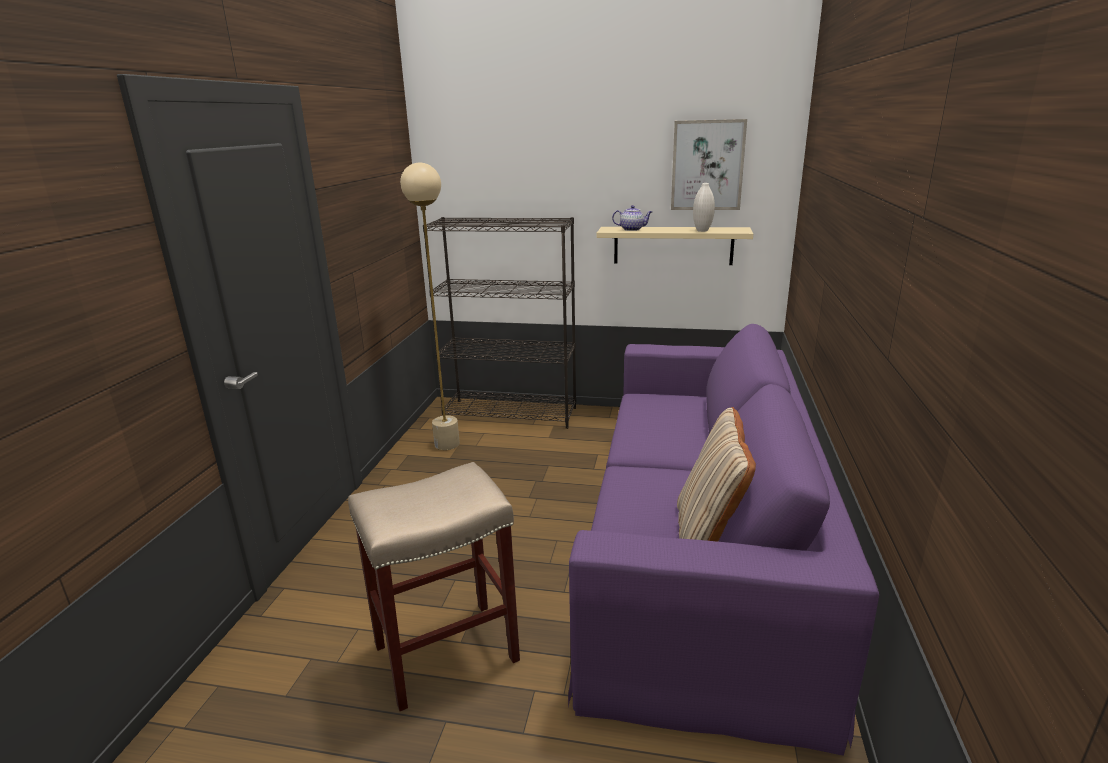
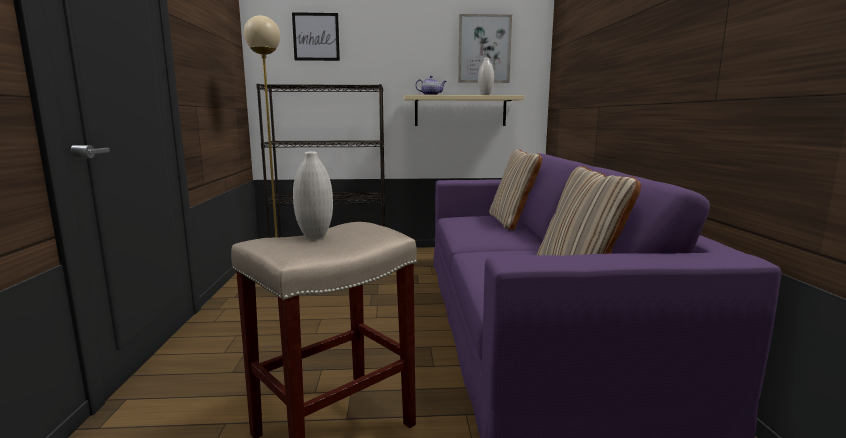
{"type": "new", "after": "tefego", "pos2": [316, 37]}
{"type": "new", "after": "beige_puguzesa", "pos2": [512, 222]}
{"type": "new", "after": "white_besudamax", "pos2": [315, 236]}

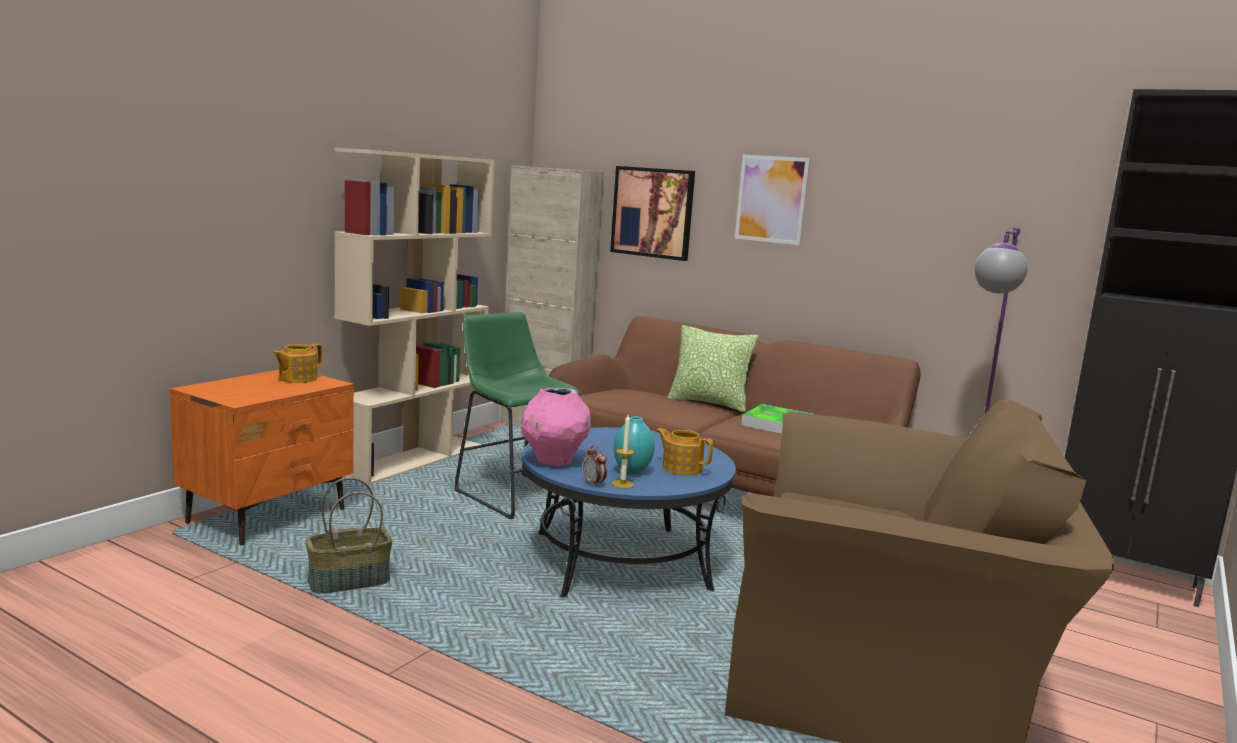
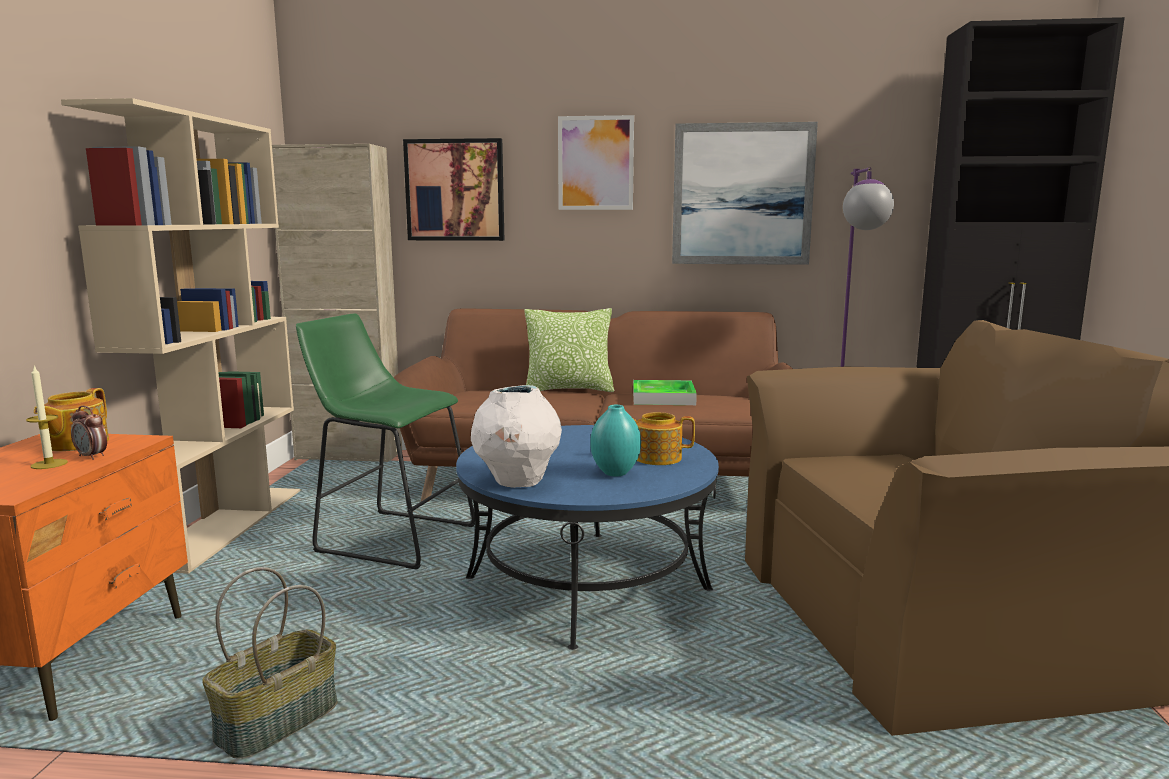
{"type": "repainted", "before": "pink_besudamax", "after": "white_besudamax", "pos1": [553, 462], "pos2": [517, 482]}
{"type": "shifted", "before": "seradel", "pos1": [622, 484], "pos2": [49, 464]}
{"type": "shifted", "before": "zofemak", "pos1": [594, 483], "pos2": [92, 456]}
{"type": "new", "after": "tefego", "pos2": [742, 194]}

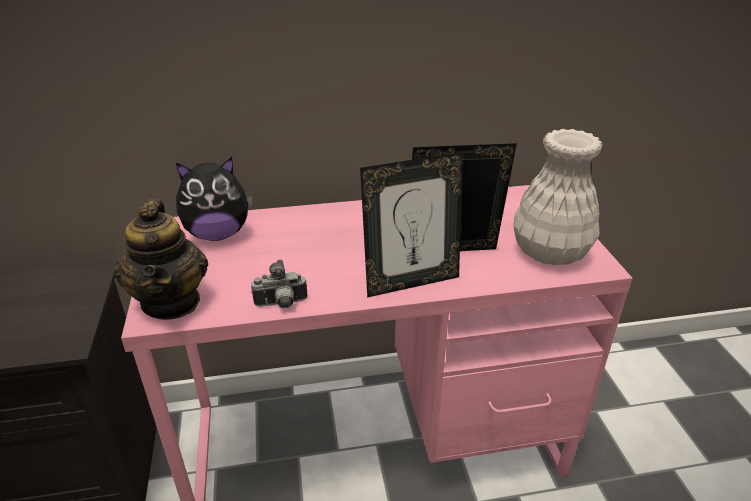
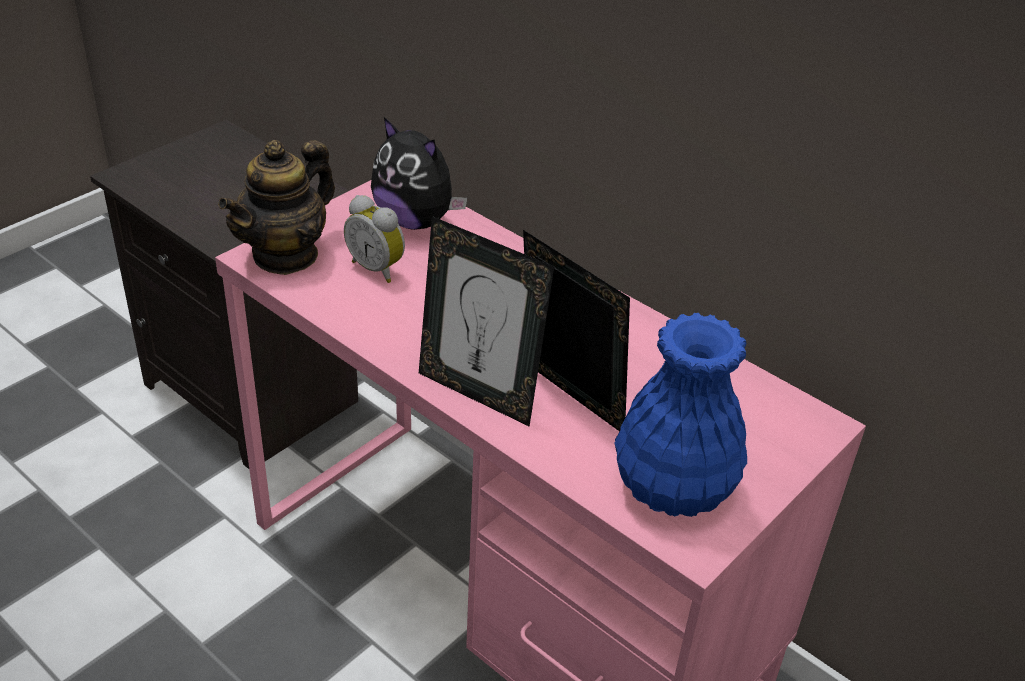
{"type": "repainted", "before": "white_besudamax", "after": "blue_besudamax", "pos1": [550, 252], "pos2": [675, 487]}
{"type": "gone", "before": "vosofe", "pos1": [281, 304]}
{"type": "new", "after": "zofemak", "pos2": [378, 268]}

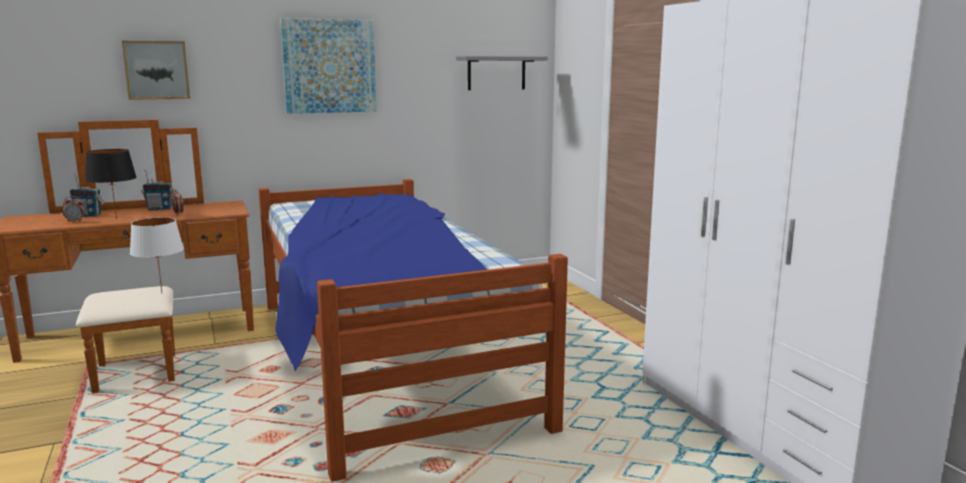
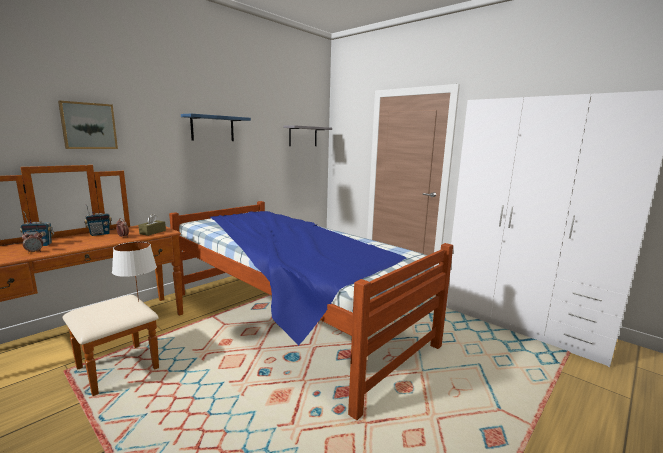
{"type": "swapped", "before": "tefego", "after": "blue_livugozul", "pos1": [329, 66], "pos2": [212, 128]}
{"type": "gone", "before": "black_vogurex", "pos1": [115, 219]}
{"type": "new", "after": "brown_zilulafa", "pos2": [152, 232]}

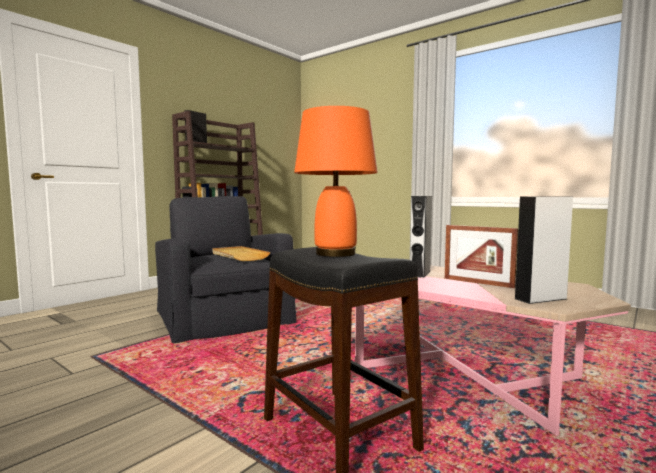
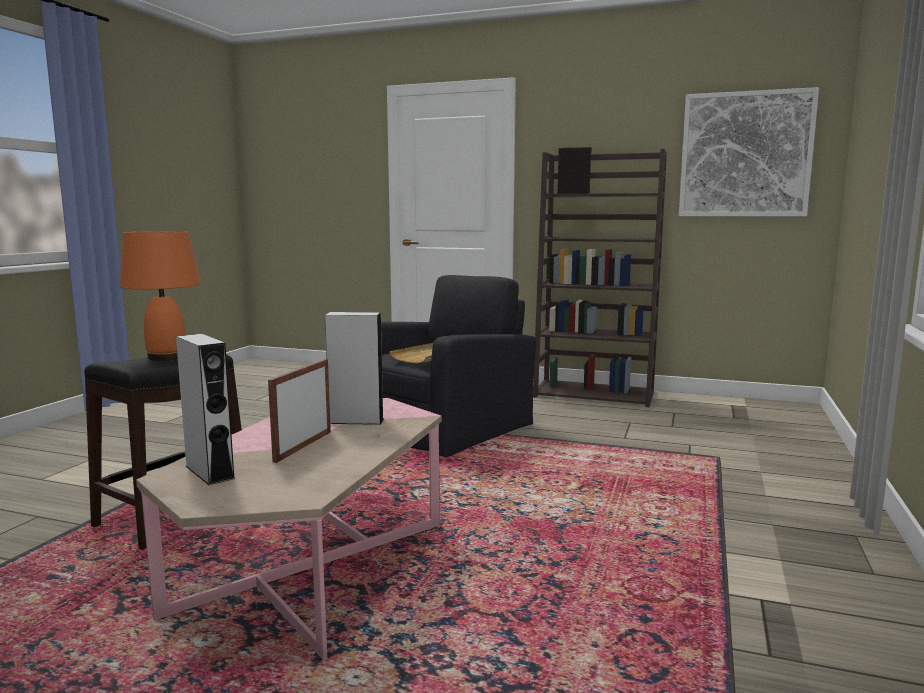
{"type": "new", "after": "tefego", "pos2": [745, 155]}

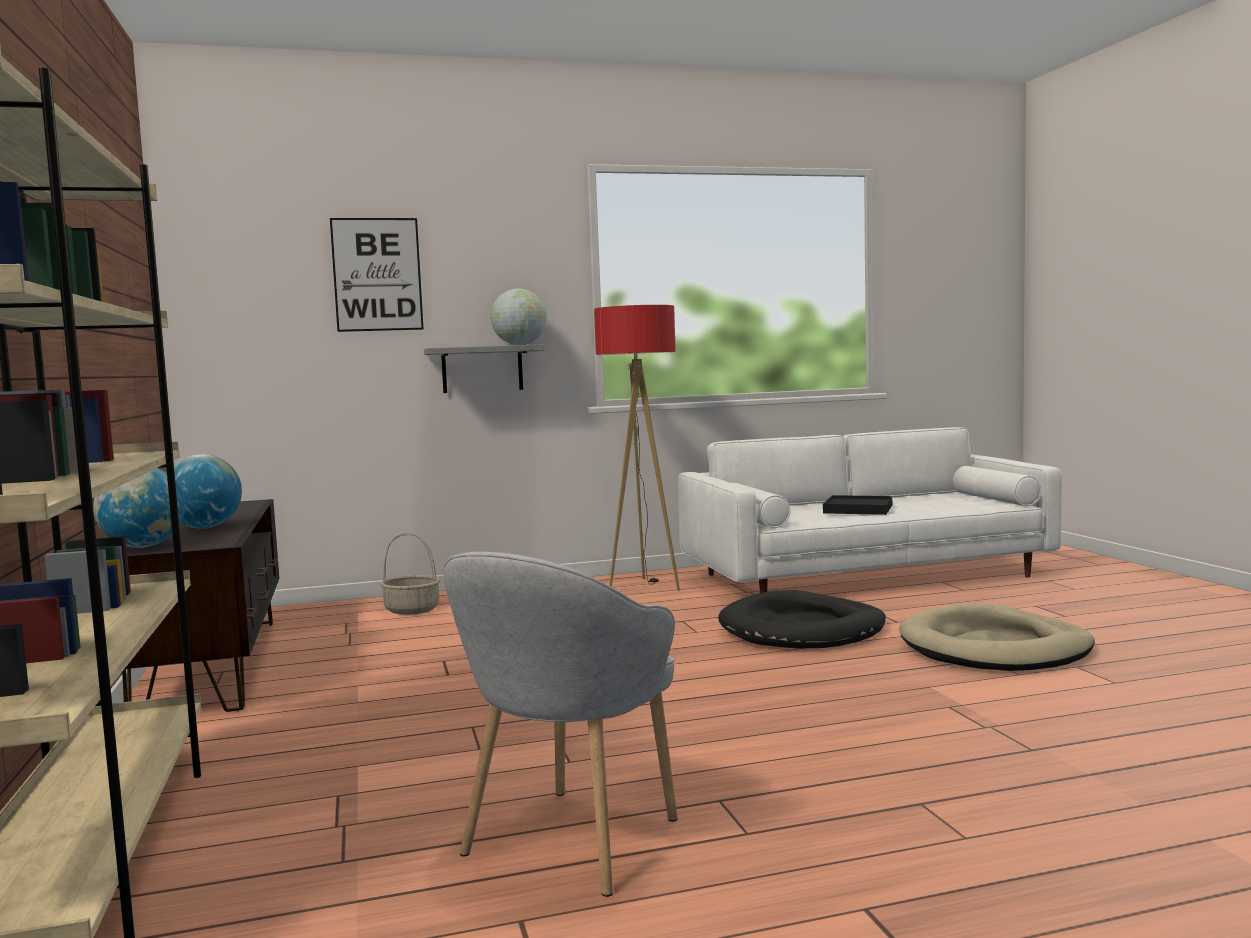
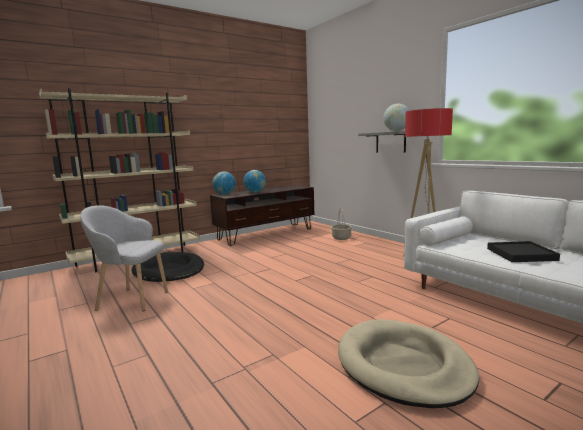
{"type": "gone", "before": "tefego", "pos1": [377, 274]}
{"type": "shifted", "before": "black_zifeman", "pos1": [802, 629], "pos2": [169, 270]}

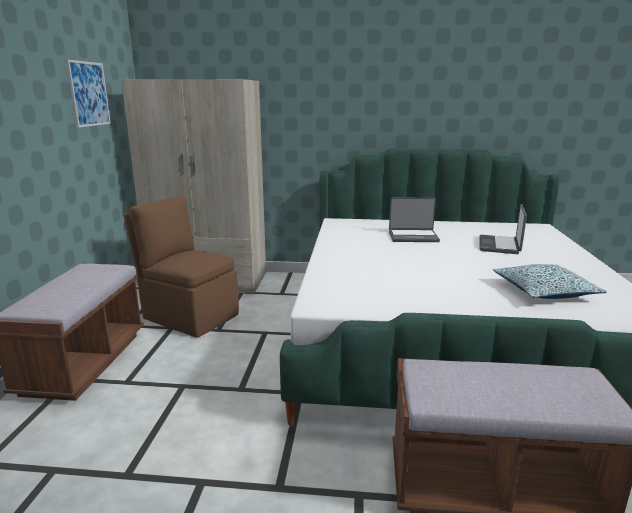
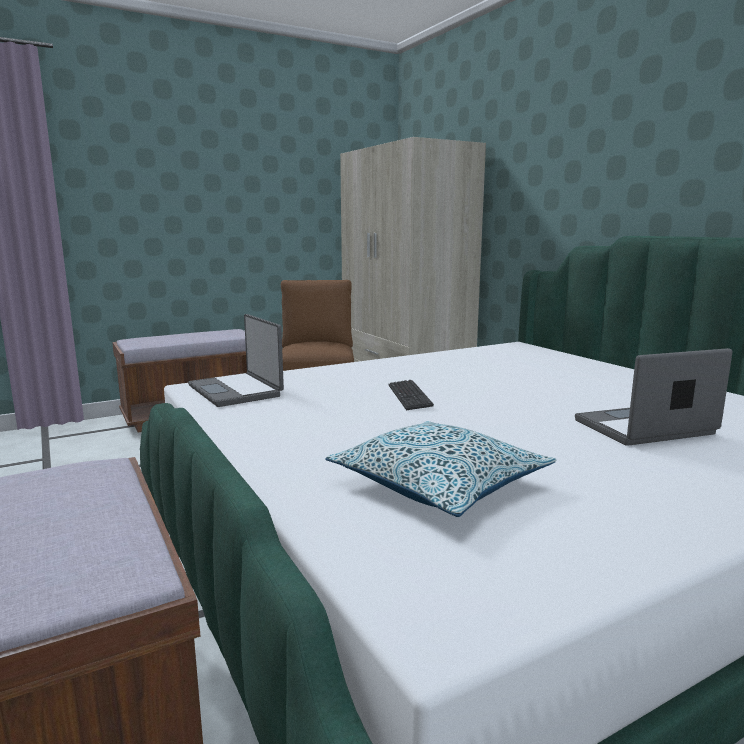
{"type": "gone", "before": "tefego", "pos1": [89, 94]}
{"type": "shifted", "before": "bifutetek", "pos1": [413, 236], "pos2": [237, 391]}
{"type": "new", "after": "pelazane", "pos2": [409, 396]}

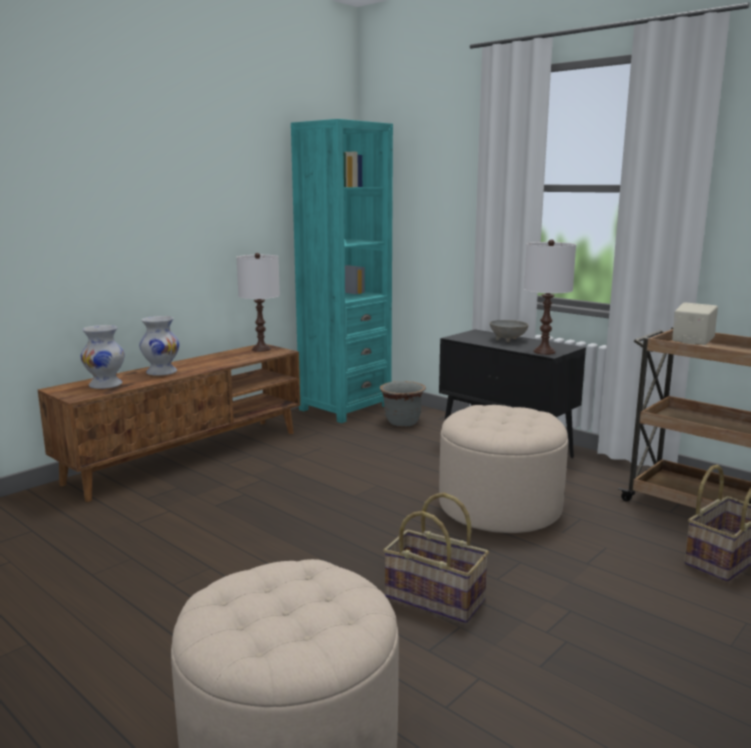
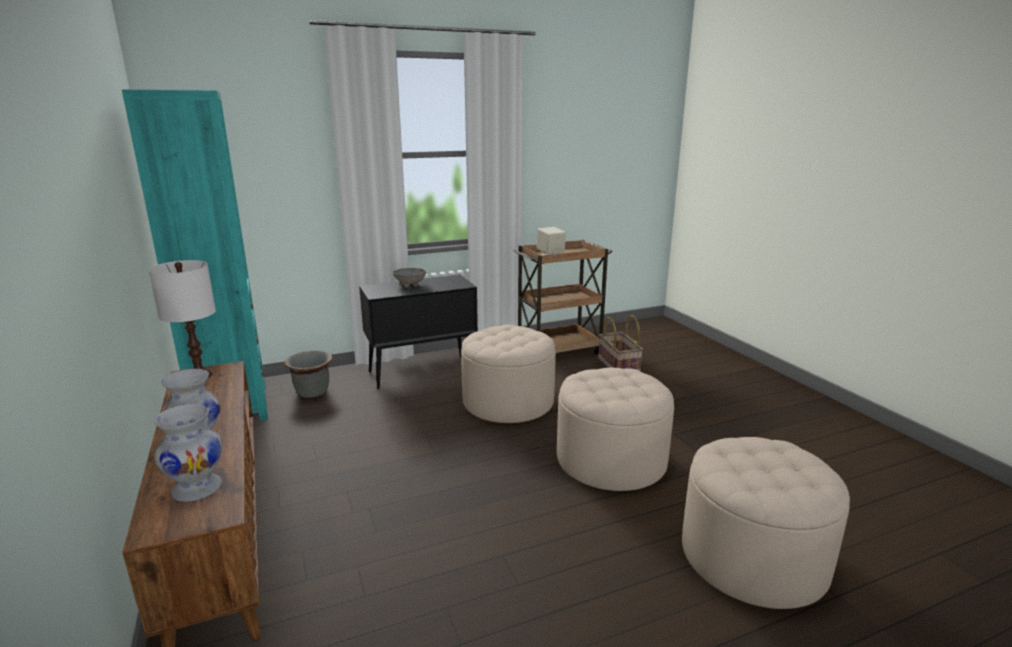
{"type": "gone", "before": "white_vogurex", "pos1": [544, 352]}
{"type": "swapped", "before": "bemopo", "after": "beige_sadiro", "pos1": [436, 598], "pos2": [611, 460]}

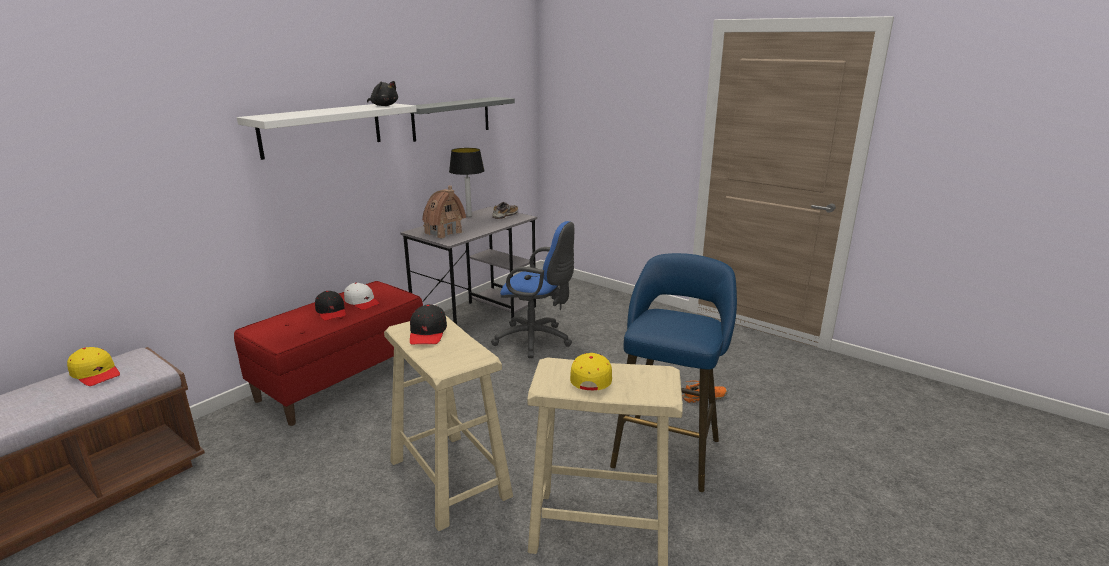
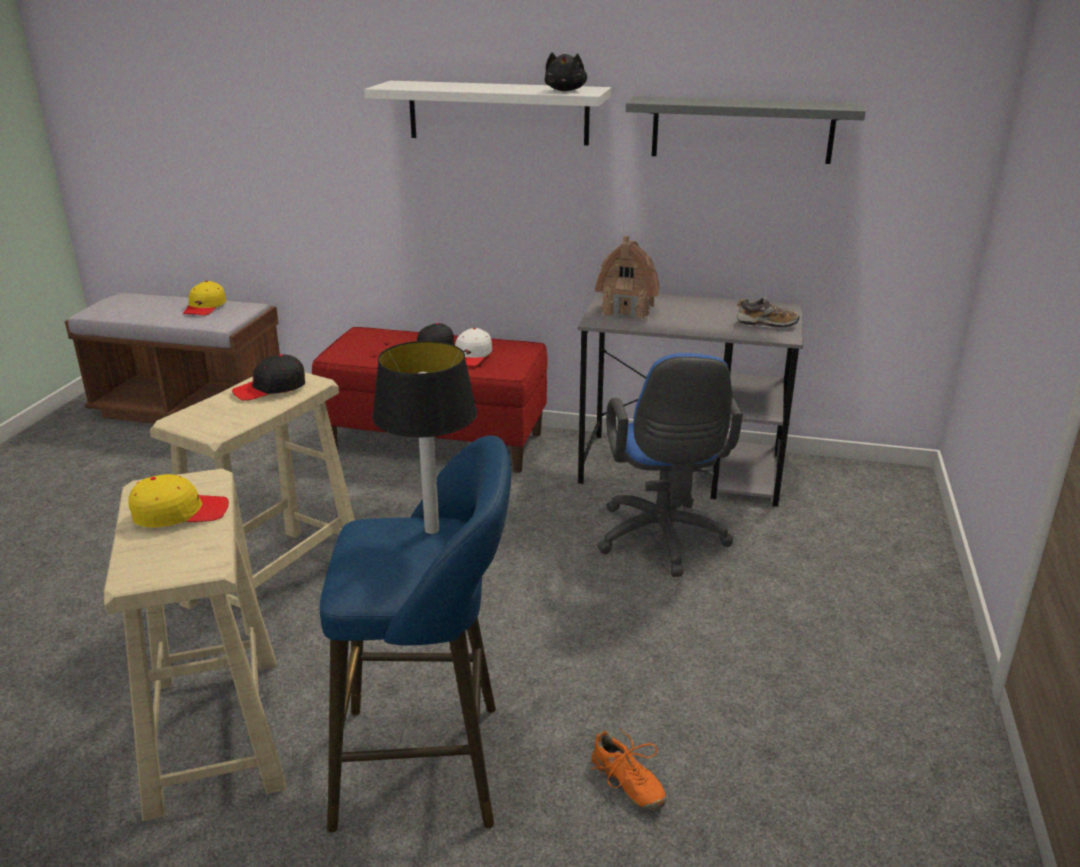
{"type": "shifted", "before": "vogurex", "pos1": [468, 216], "pos2": [432, 529]}

